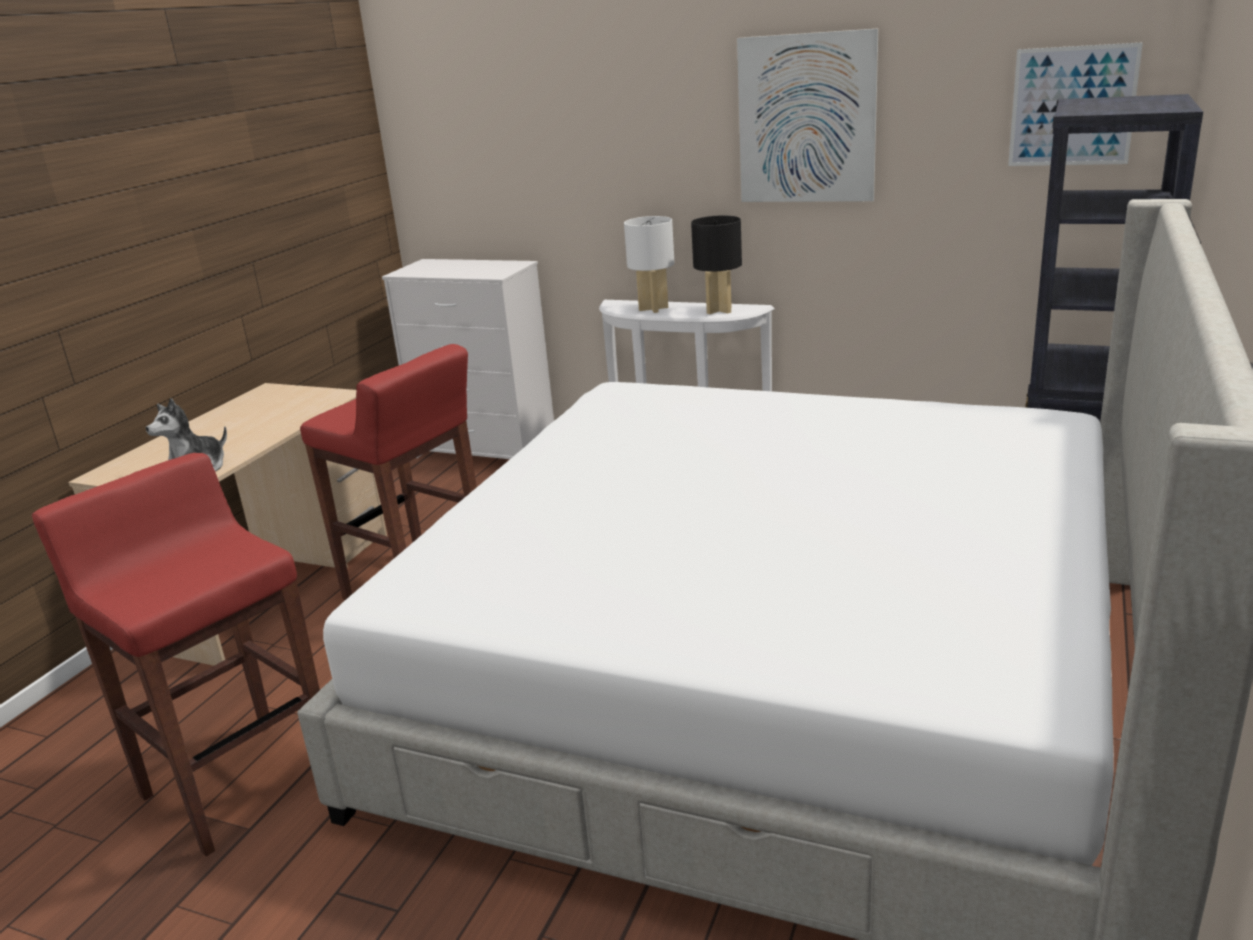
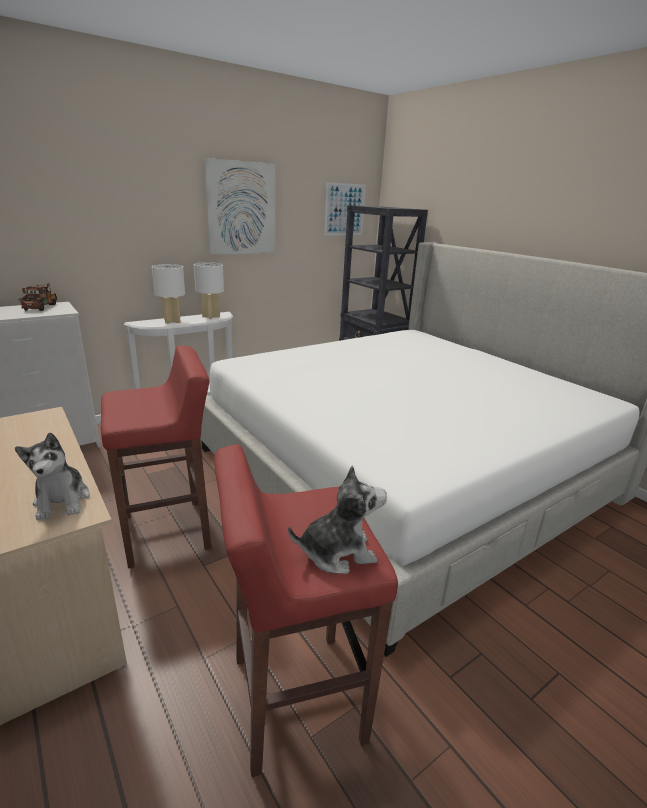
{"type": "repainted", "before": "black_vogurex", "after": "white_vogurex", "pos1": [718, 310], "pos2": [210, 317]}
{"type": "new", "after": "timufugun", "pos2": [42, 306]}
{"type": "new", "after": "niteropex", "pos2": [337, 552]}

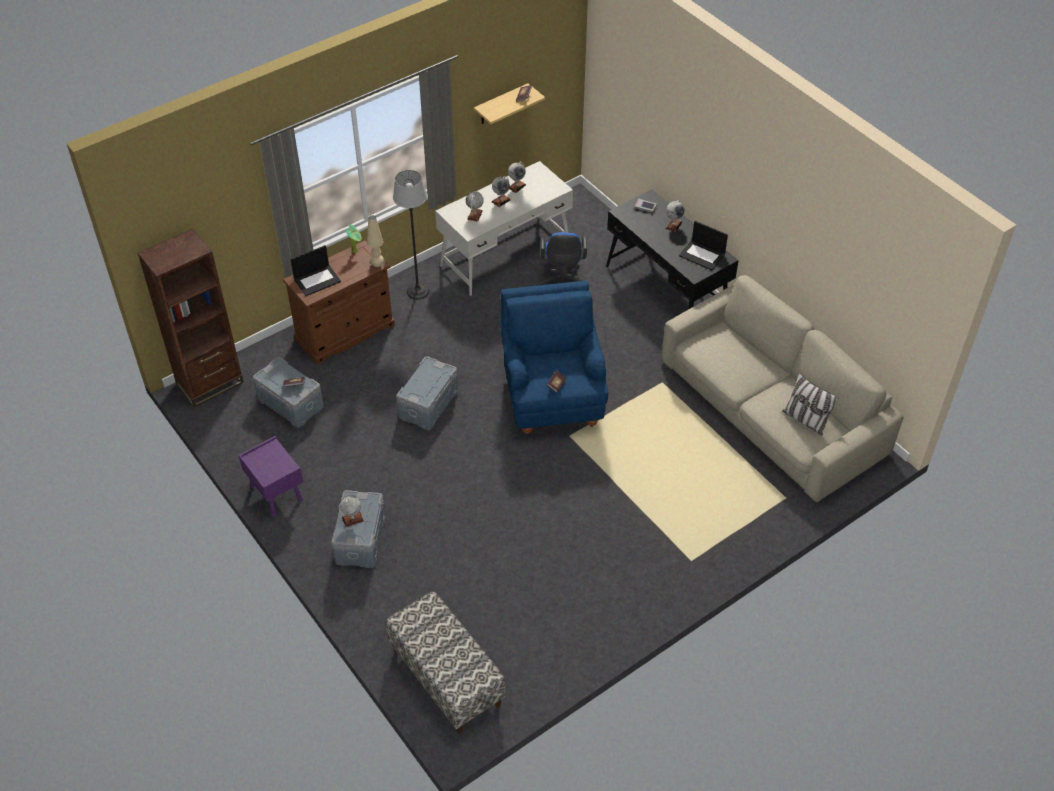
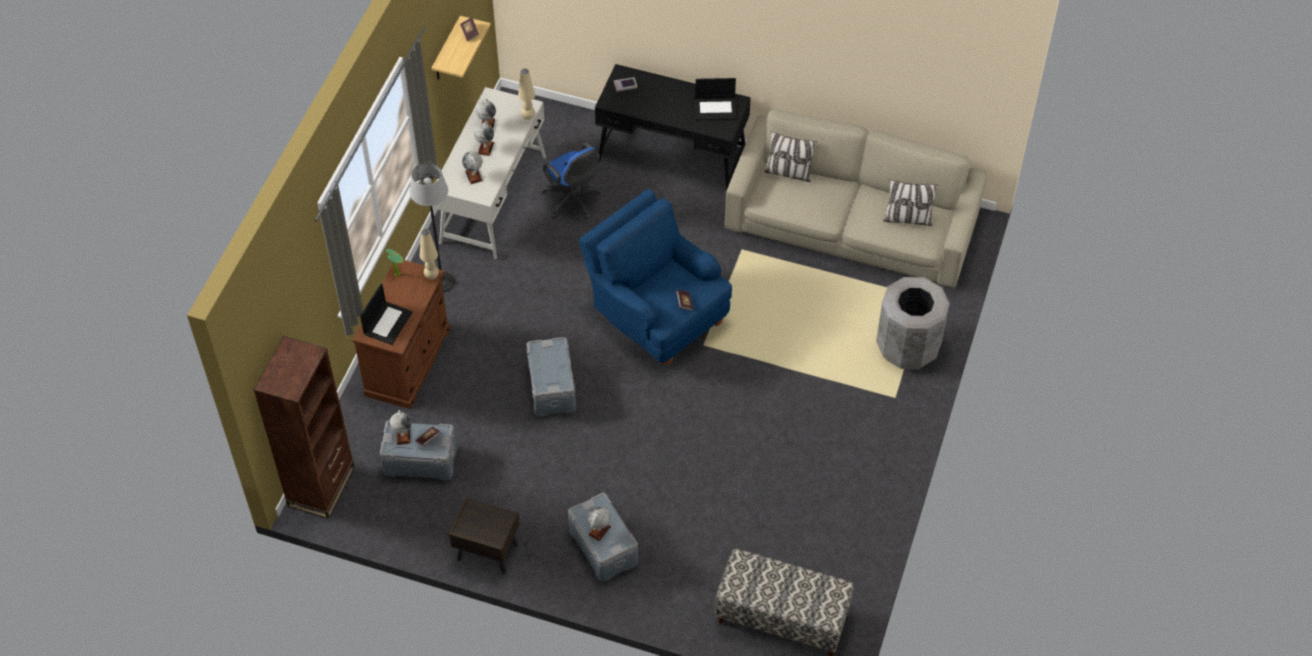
{"type": "shifted", "before": "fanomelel", "pos1": [673, 225], "pos2": [403, 435]}
{"type": "repainted", "before": "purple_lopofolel", "after": "brown_lopofolel", "pos1": [276, 493], "pos2": [486, 552]}
{"type": "new", "after": "beige_vogurex", "pos2": [528, 117]}
{"type": "new", "after": "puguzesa", "pos2": [788, 173]}
{"type": "new", "after": "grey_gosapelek", "pos2": [907, 347]}

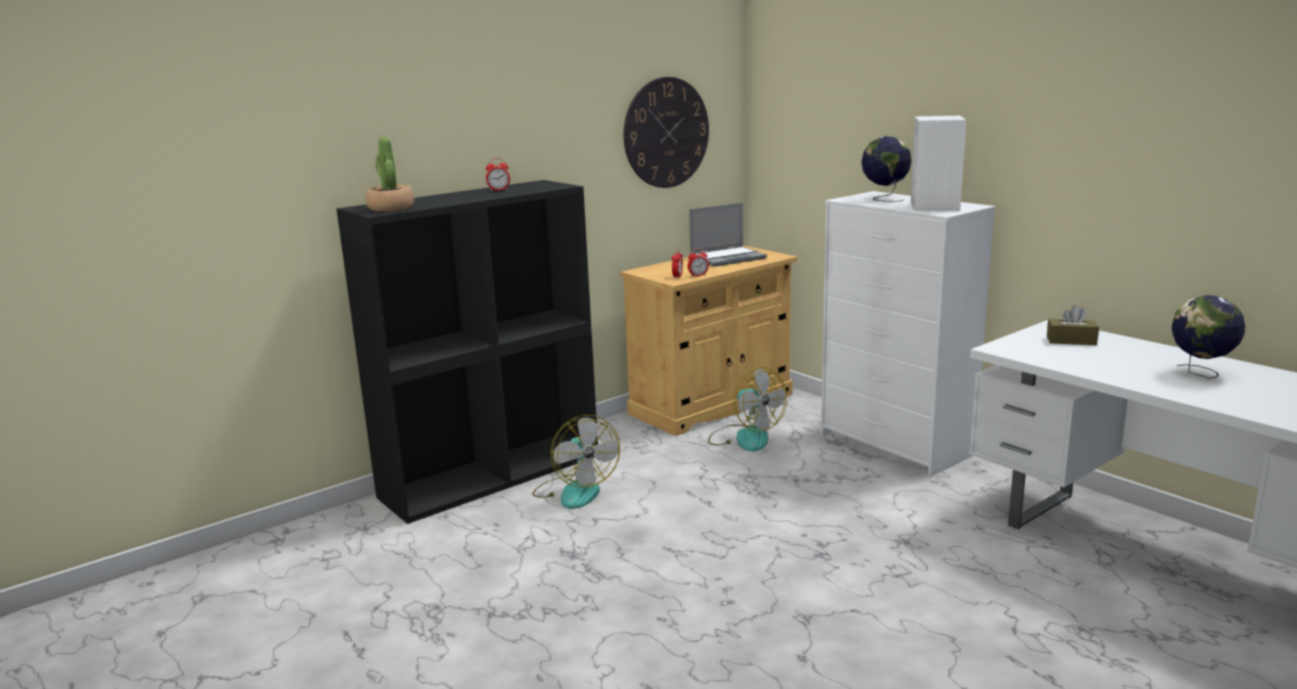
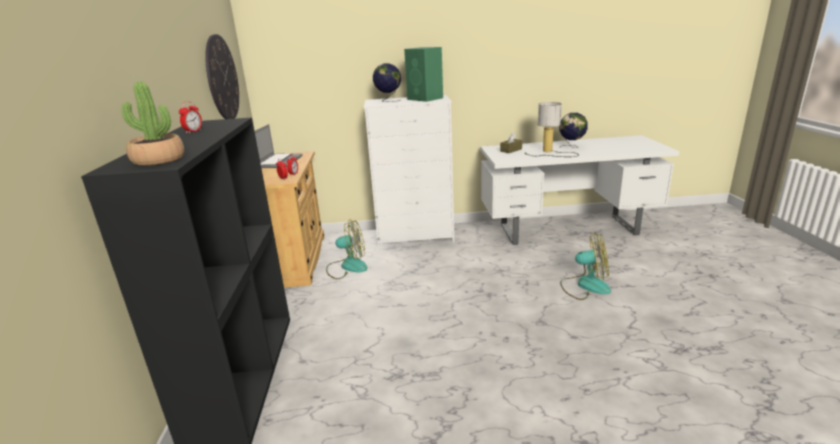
{"type": "repainted", "before": "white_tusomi", "after": "green_tusomi", "pos1": [934, 206], "pos2": [425, 99]}
{"type": "shifted", "before": "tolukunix", "pos1": [575, 491], "pos2": [585, 286]}
{"type": "new", "after": "vogurex", "pos2": [550, 152]}

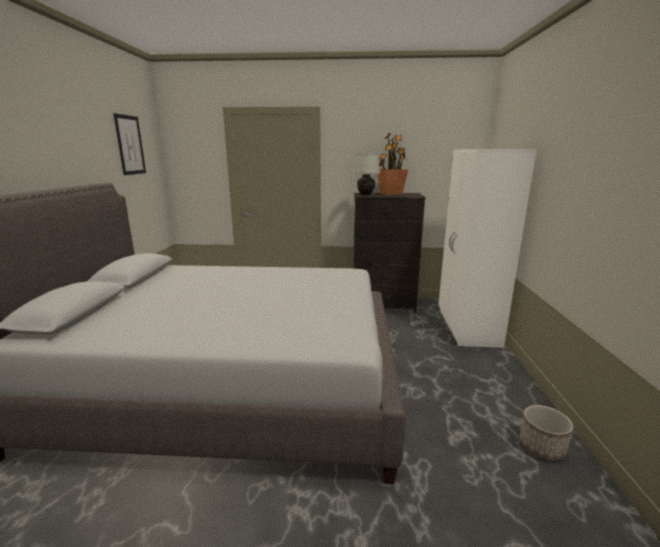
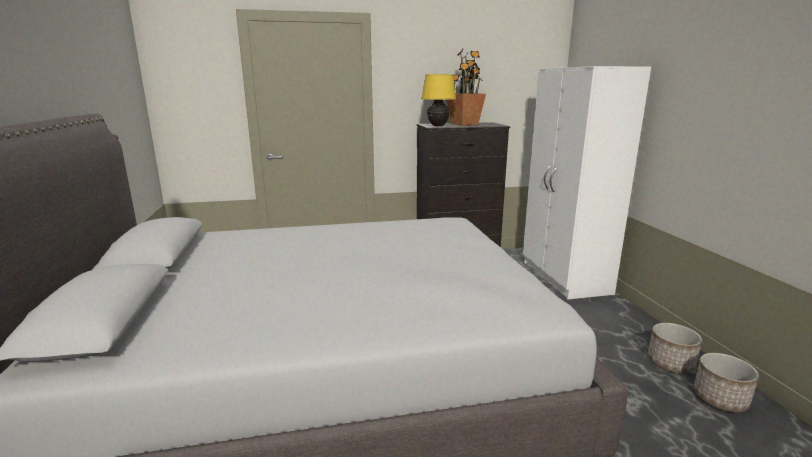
{"type": "gone", "before": "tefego", "pos1": [130, 145]}
{"type": "repainted", "before": "white_vogurex", "after": "yellow_vogurex", "pos1": [365, 195], "pos2": [437, 126]}
{"type": "new", "after": "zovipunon", "pos2": [670, 363]}

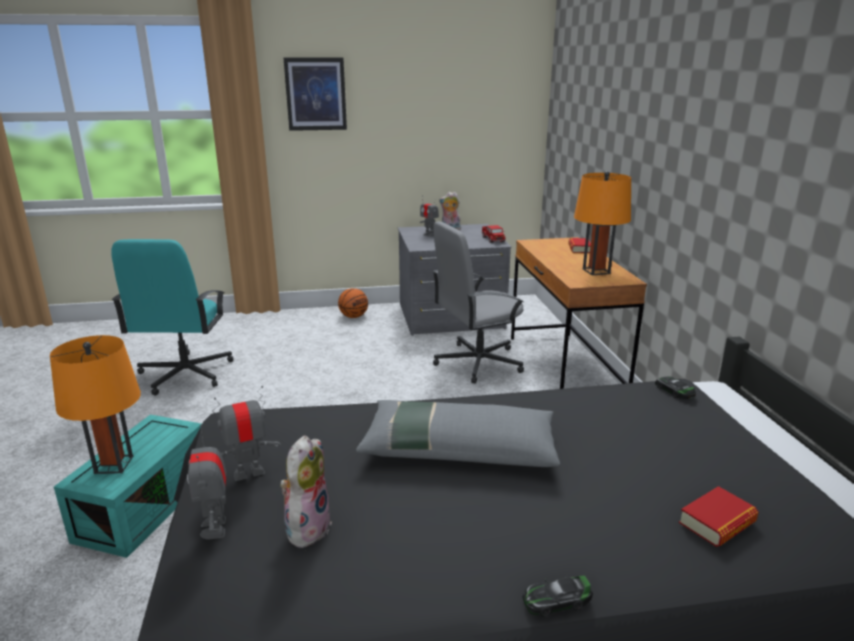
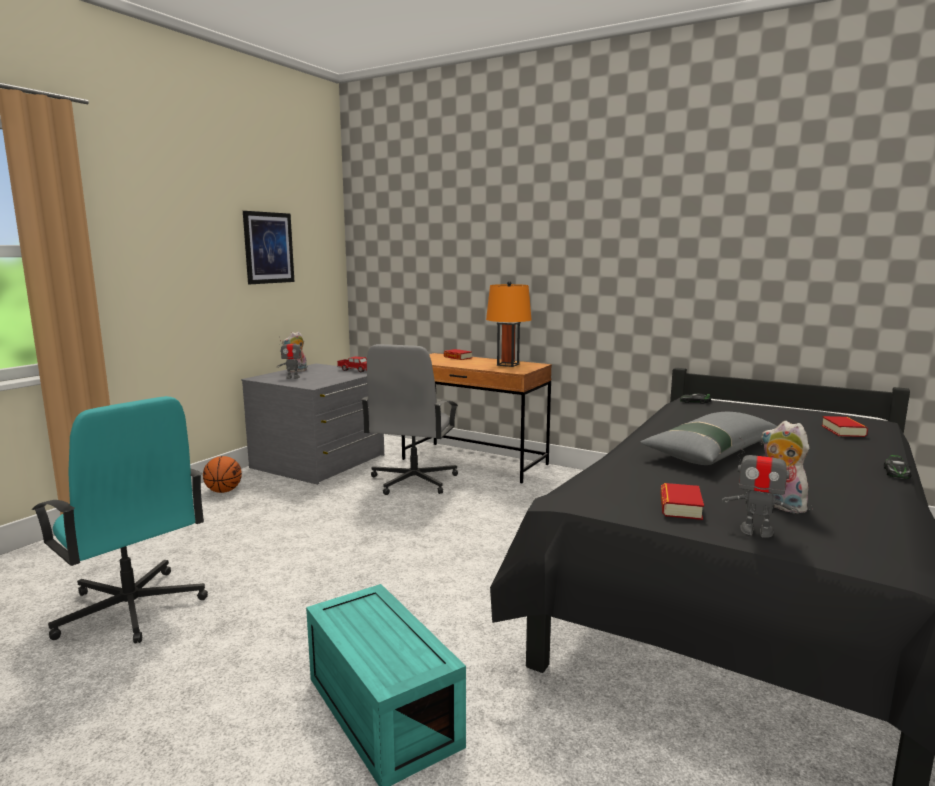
{"type": "shifted", "before": "tefego", "pos1": [316, 94], "pos2": [268, 248]}
{"type": "gone", "before": "orange_vogurex", "pos1": [114, 464]}
{"type": "swapped", "before": "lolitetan", "after": "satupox", "pos1": [249, 473], "pos2": [680, 507]}

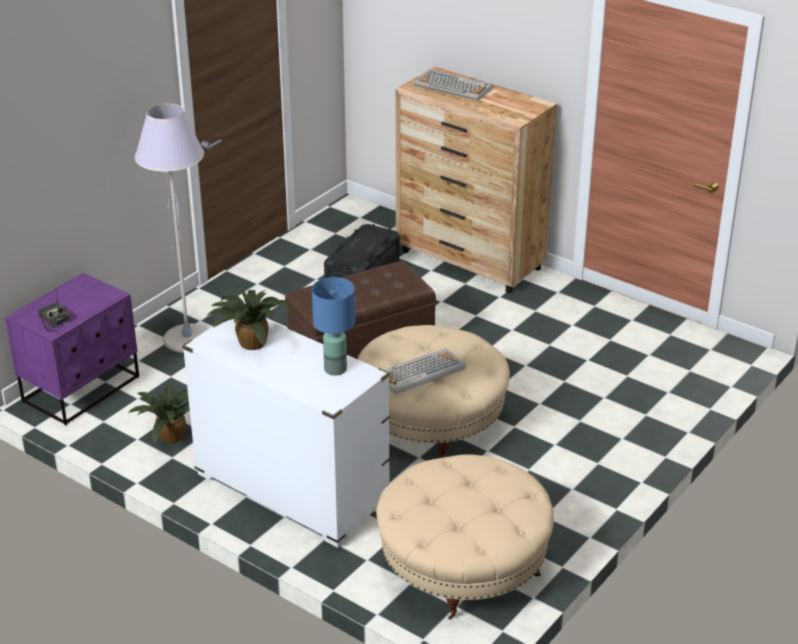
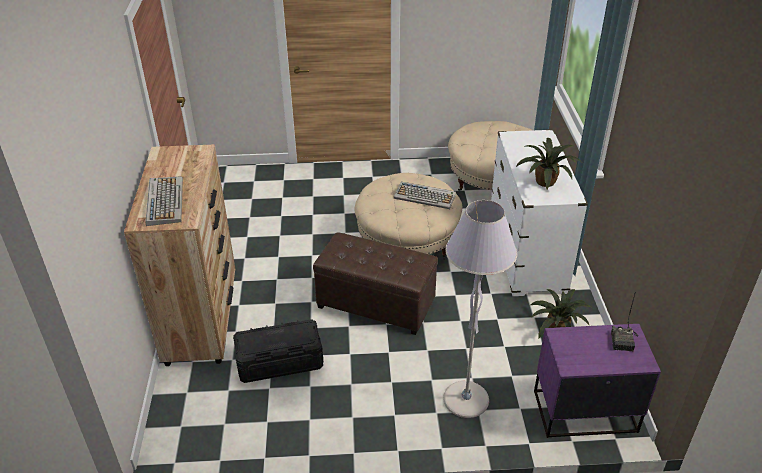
{"type": "gone", "before": "blue_vogurex", "pos1": [335, 369]}

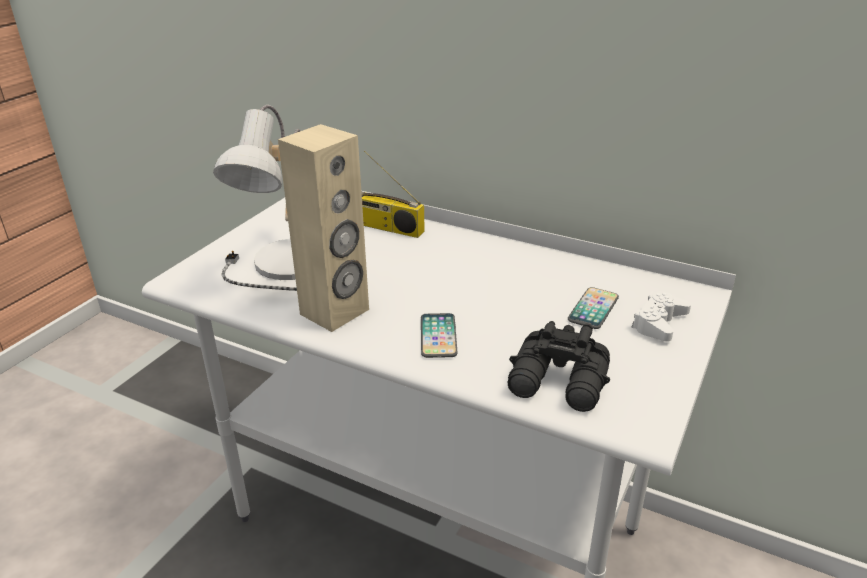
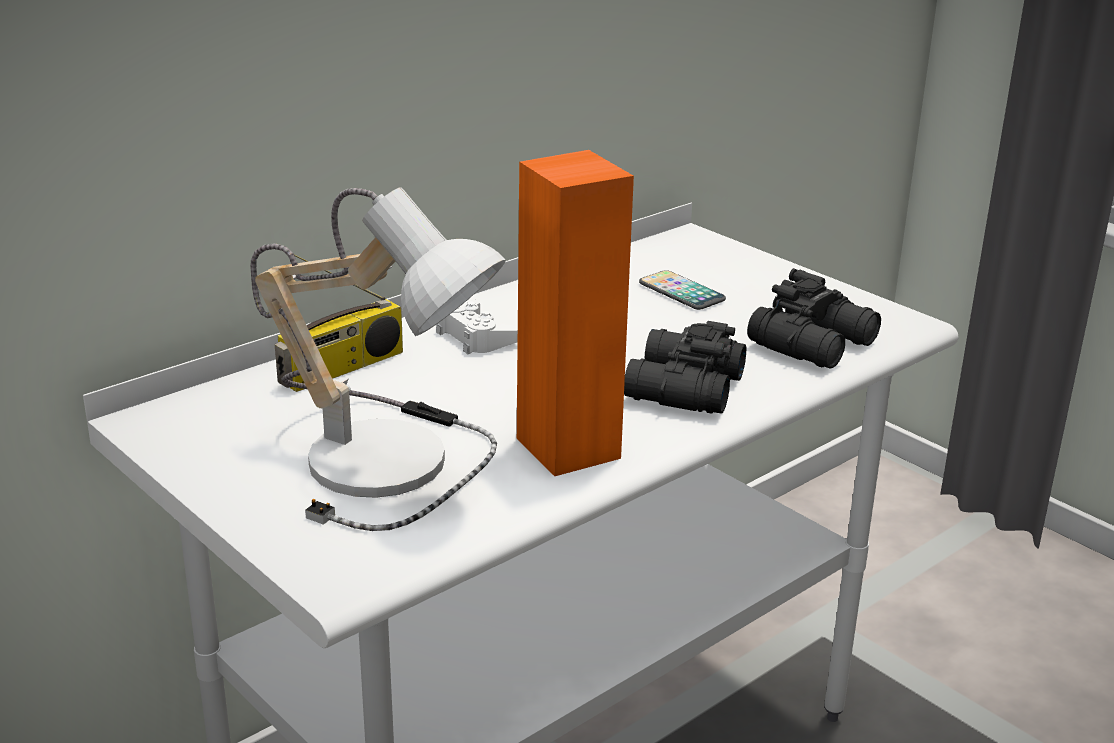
{"type": "repainted", "before": "beige_tusomi", "after": "orange_tusomi", "pos1": [335, 312], "pos2": [569, 448]}
{"type": "shifted", "before": "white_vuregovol", "pos1": [659, 323], "pos2": [475, 336]}
{"type": "swapped", "before": "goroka", "after": "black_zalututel", "pos1": [438, 336], "pos2": [681, 389]}

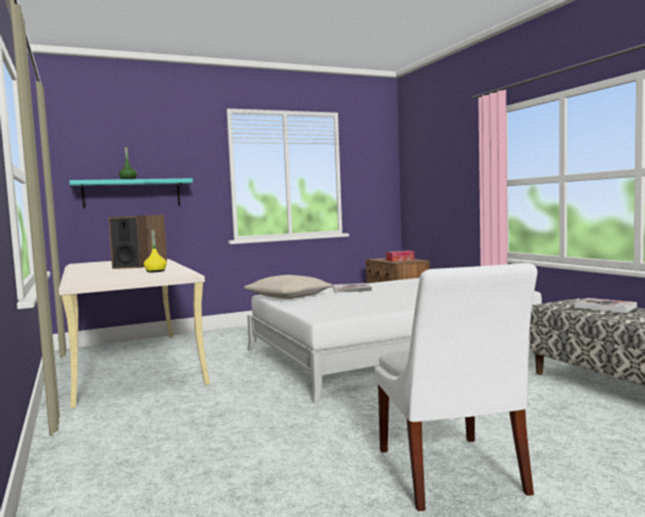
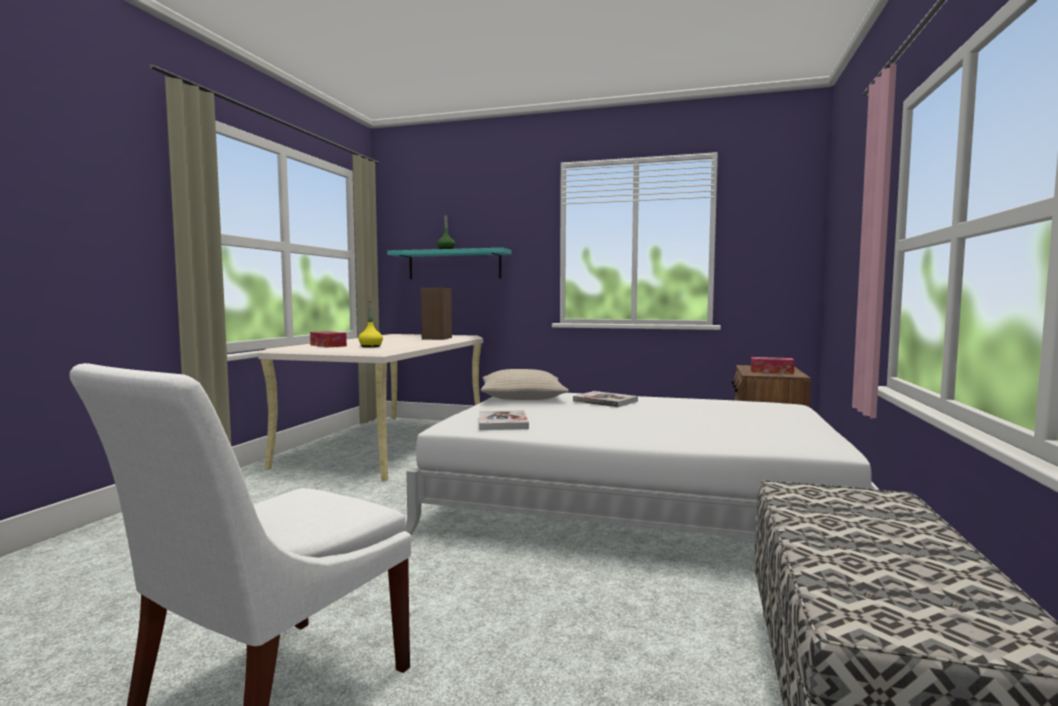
{"type": "gone", "before": "tusomi", "pos1": [131, 267]}
{"type": "shifted", "before": "satupox", "pos1": [605, 307], "pos2": [502, 422]}
{"type": "new", "after": "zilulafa", "pos2": [328, 345]}

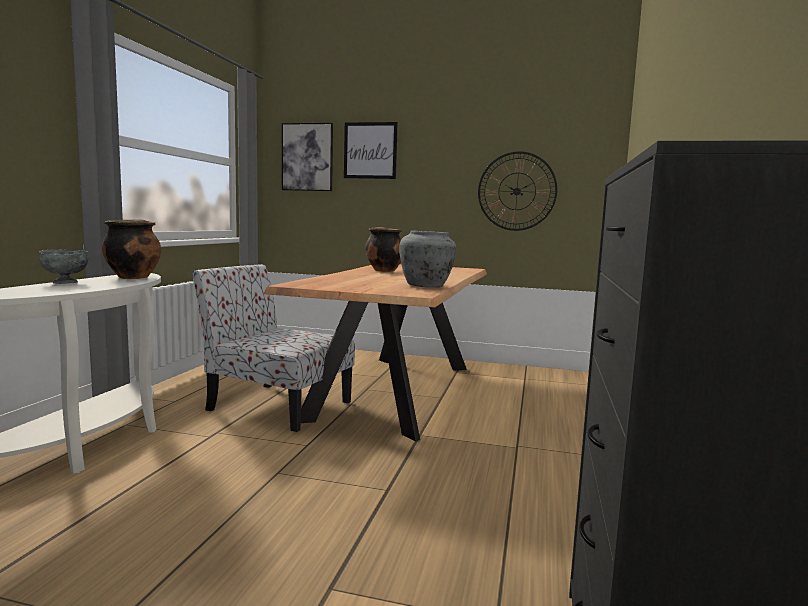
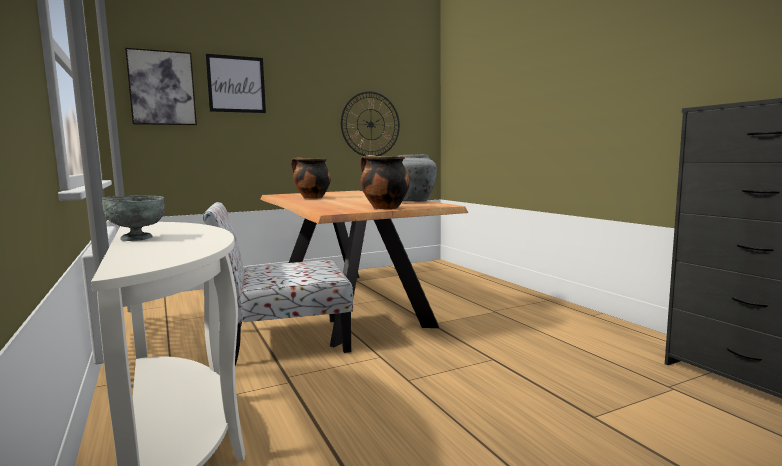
{"type": "shifted", "before": "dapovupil", "pos1": [133, 277], "pos2": [384, 208]}

